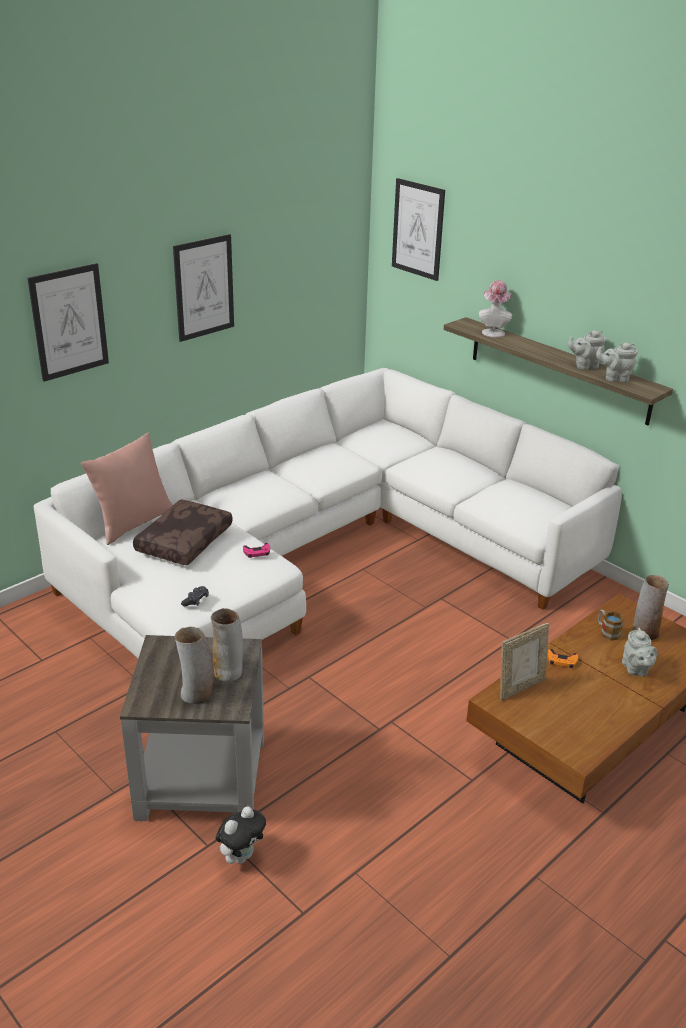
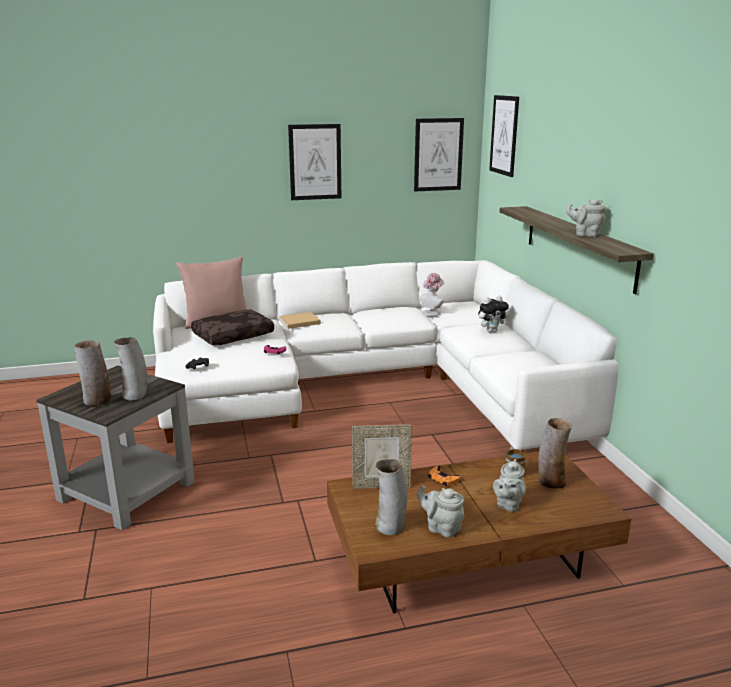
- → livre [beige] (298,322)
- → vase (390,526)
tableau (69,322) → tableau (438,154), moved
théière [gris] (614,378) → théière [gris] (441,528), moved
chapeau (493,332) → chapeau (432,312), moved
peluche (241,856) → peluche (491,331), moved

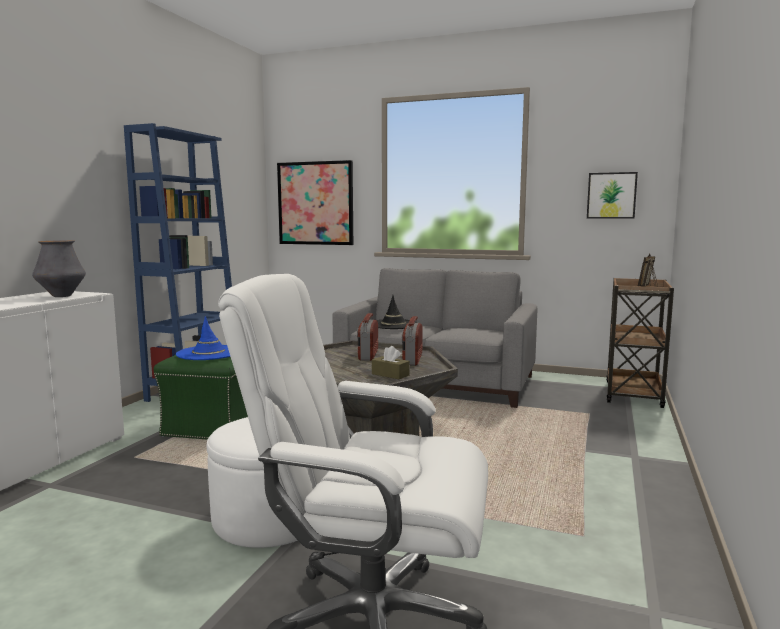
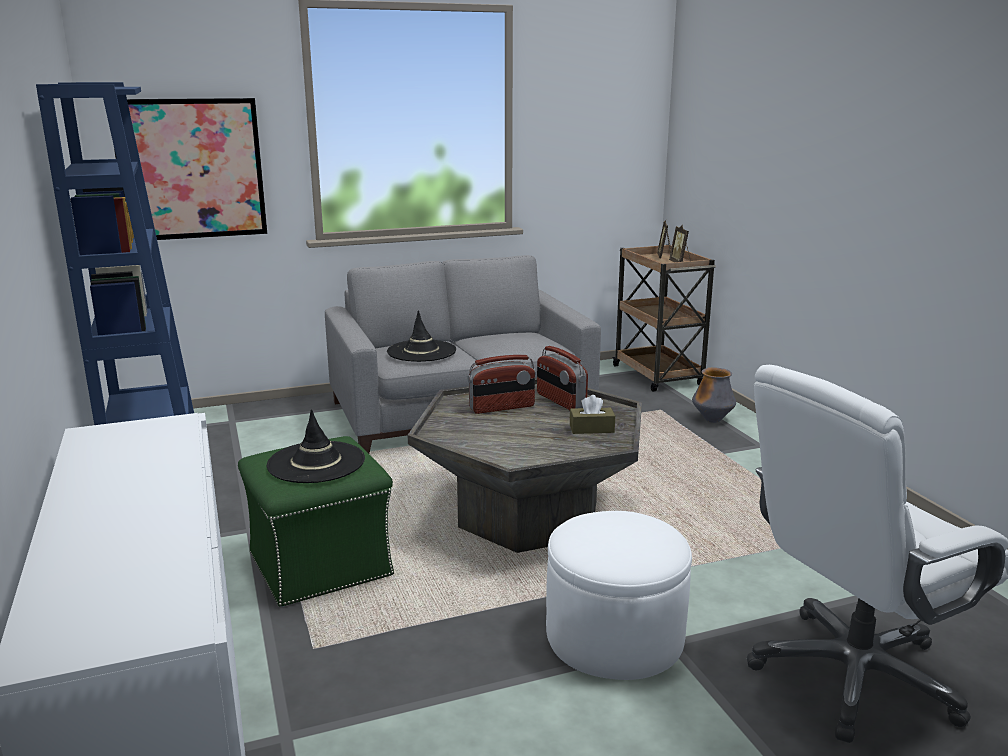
chapeau [bleu] (209,353) → chapeau [noir] (316,463)
radio (367,355) → radio (502,407), 75 degrees counterclockwise
vase (61,296) → vase (712,420), moved
tableau (611,195) → -

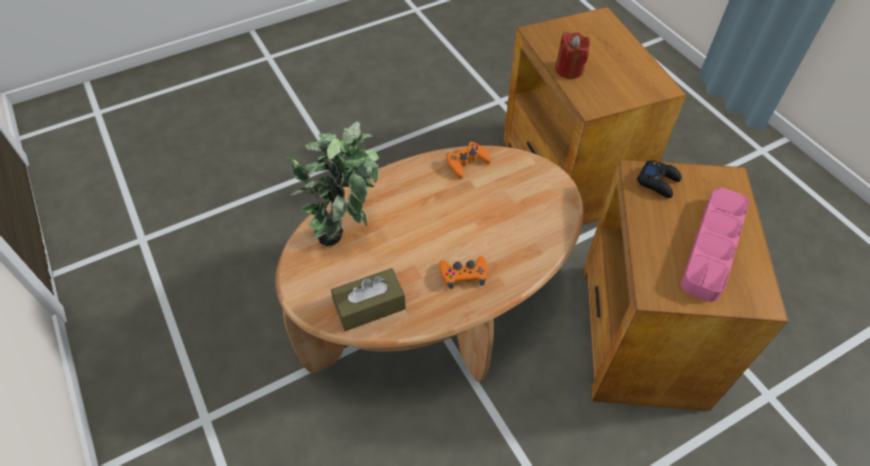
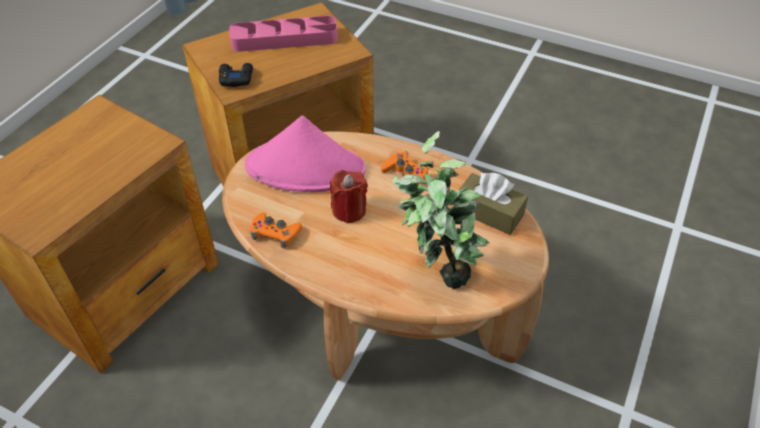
- → chapeau [rose] (306,168)
bougie [rouge] (569,69) → bougie [rouge] (349,210), moved

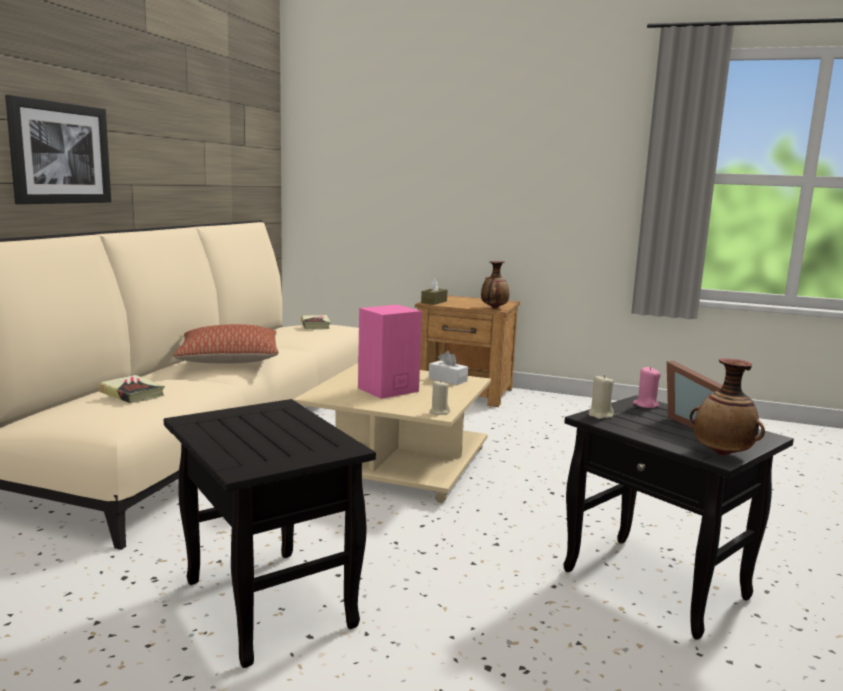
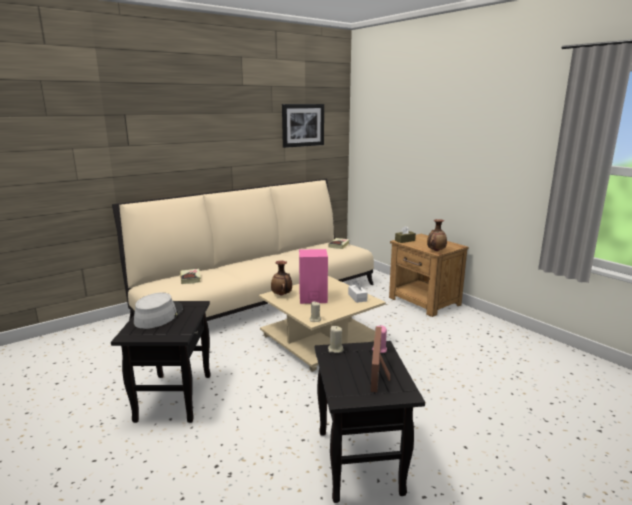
- → chapeau [gris] (158,315)
vase (722,454) → vase (282,295), moved
tableau (60,153) → tableau (303,125), moved
coussin (229,360) → -

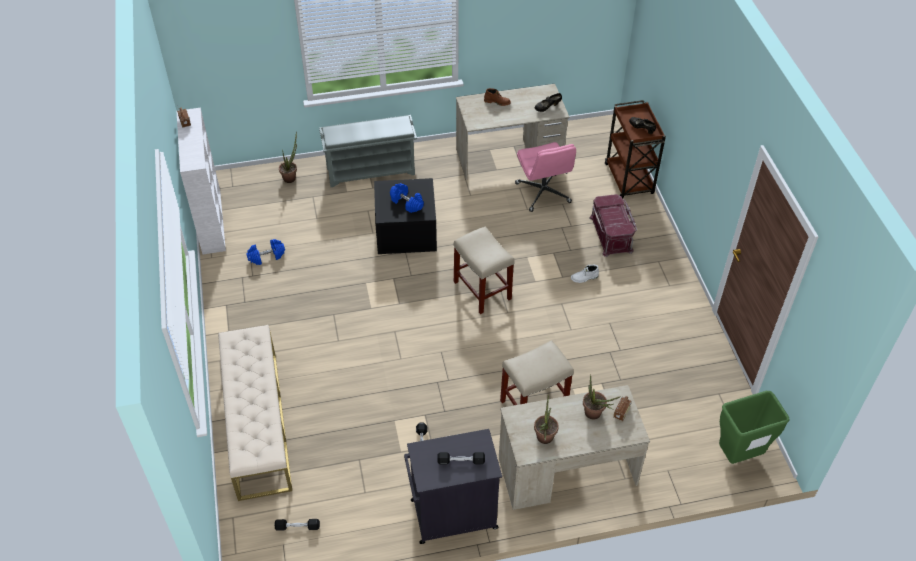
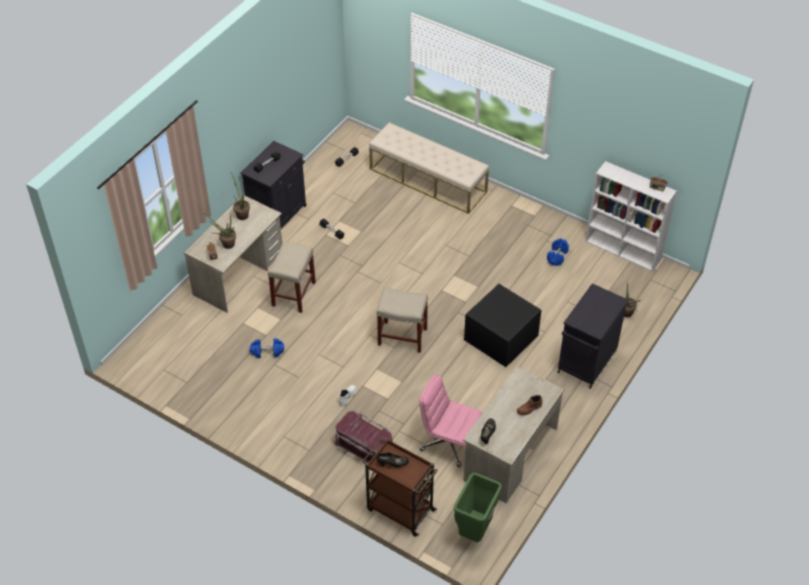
haltère [bleu] (407,203) → haltère [bleu] (267,352), moved
poubelle [vert] (738,455) → poubelle [vert] (475,531), moved
étagère à chaussures [gris] (371,170) → meuble de rangement [noir] (586,362)

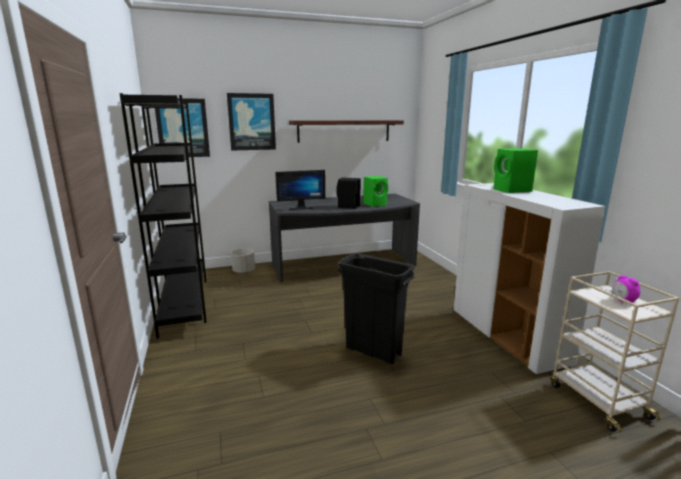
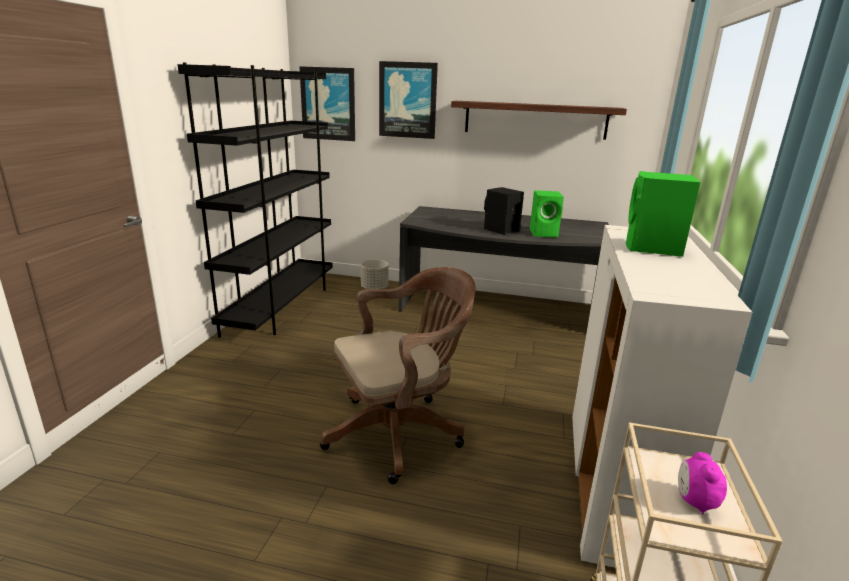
poubelle [noir] (373,351) → chaise de bureau [marron] (399,432)
écran d'ordinateur (300,208) → -

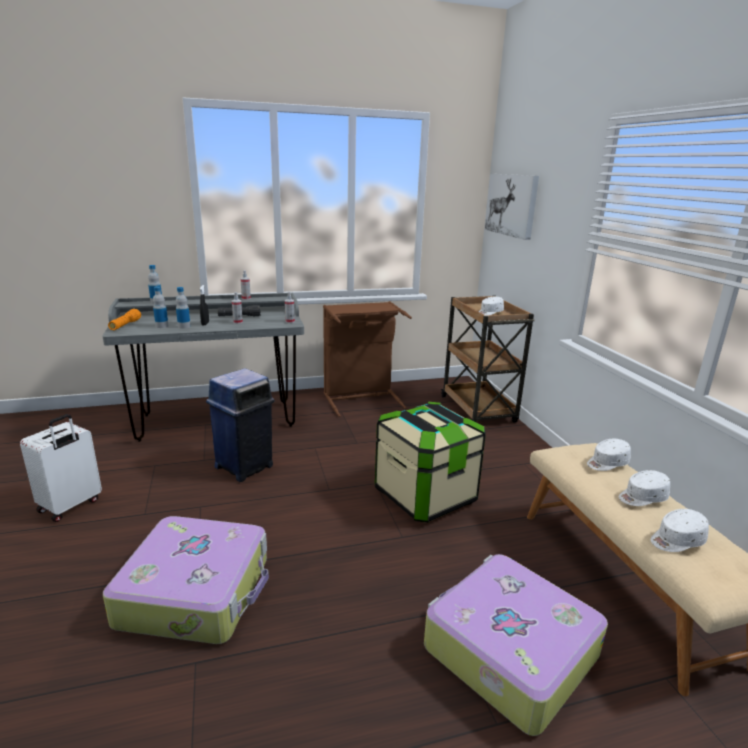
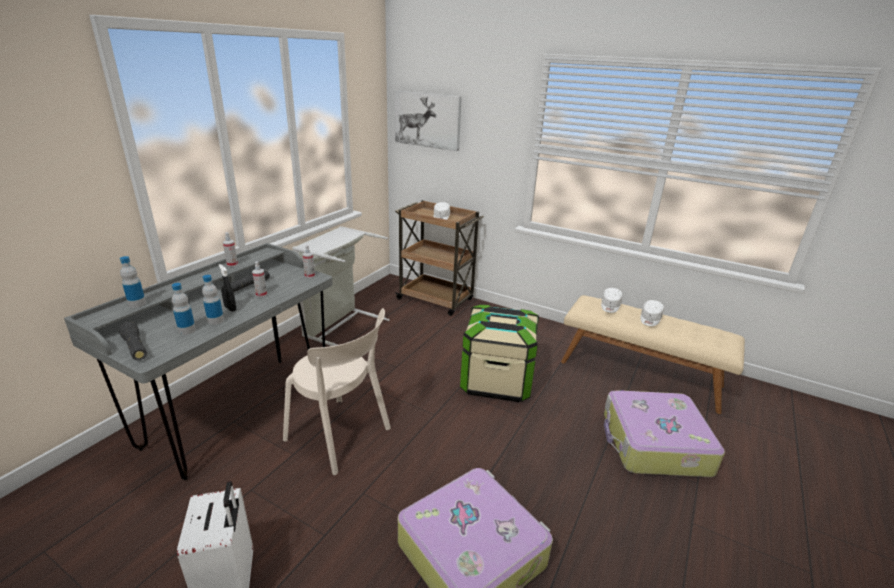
lampe de poche [orange] (125,325) → lampe de poche [noir] (135,348)
poubelle [bleu] (245,466) → chaise [beige] (341,436)
panier à linge [marron] (361,398) → panier à linge [gris] (340,326)
casquette [blanc] (676,540) → -

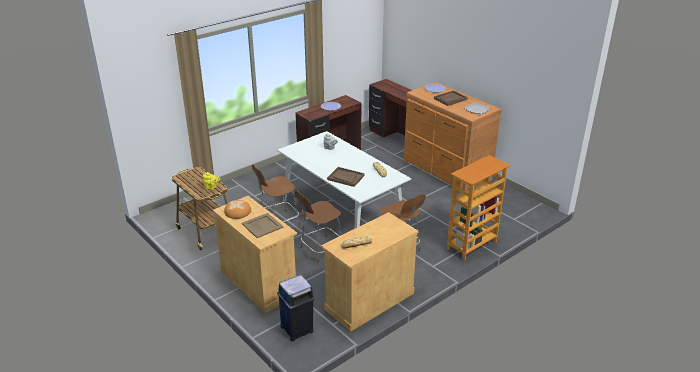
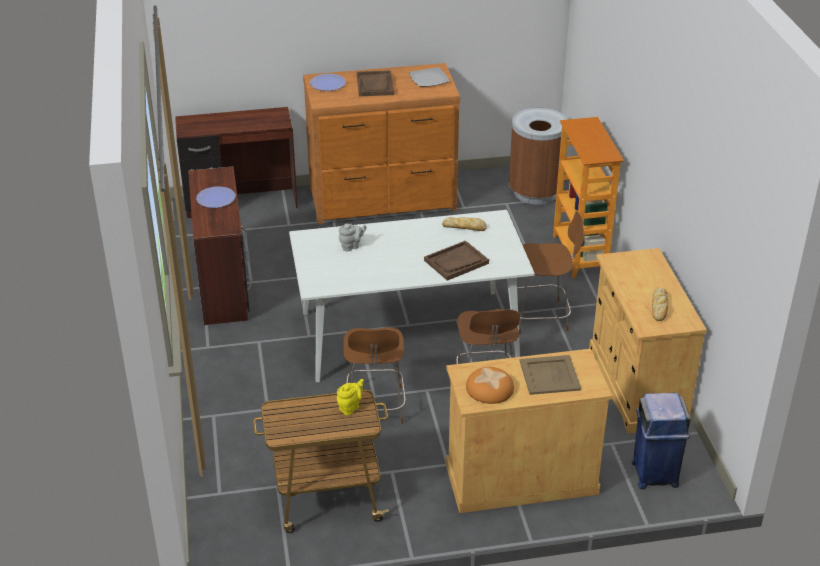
- → poubelle [marron] (535,192)

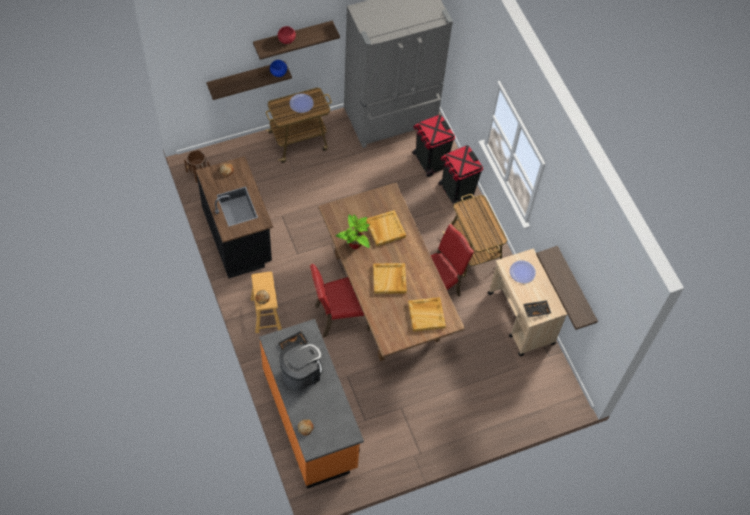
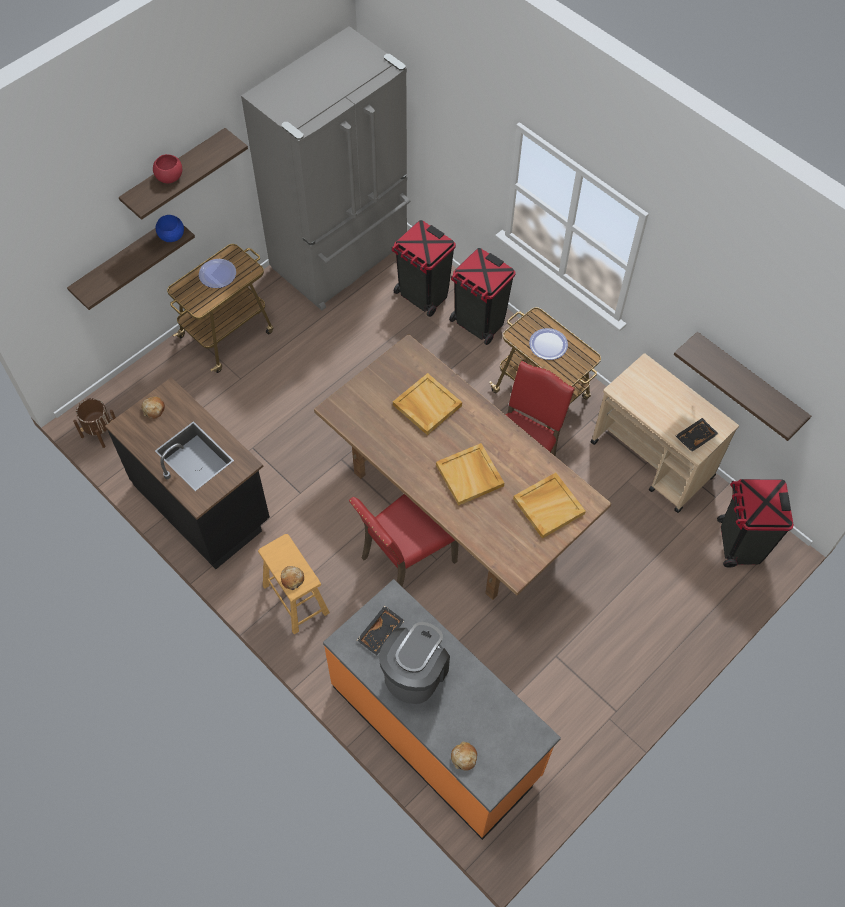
assiette (522,272) → assiette (548,345), moved
- → poubelle [noir] (739,544)
plante en pot (355,244) → -

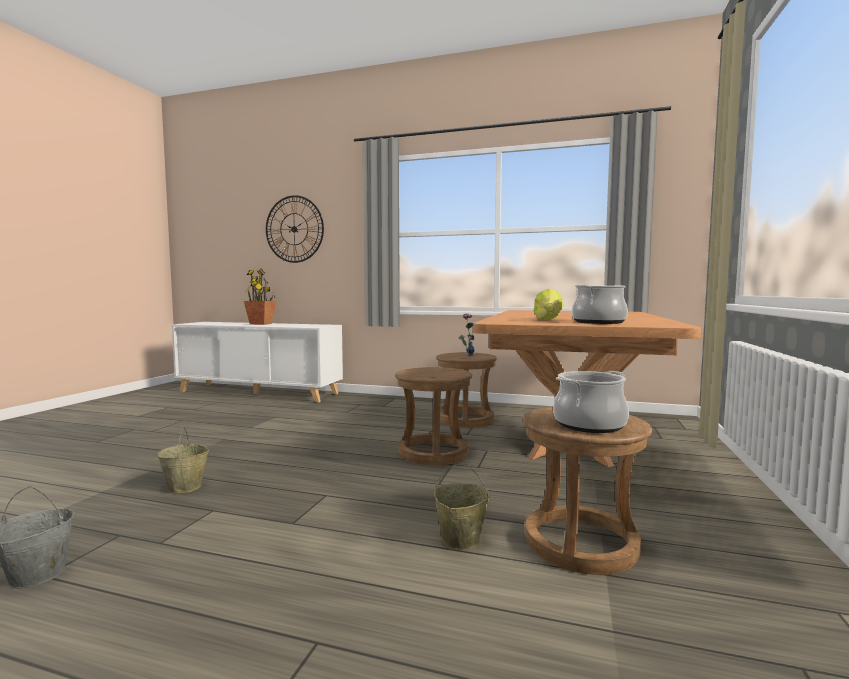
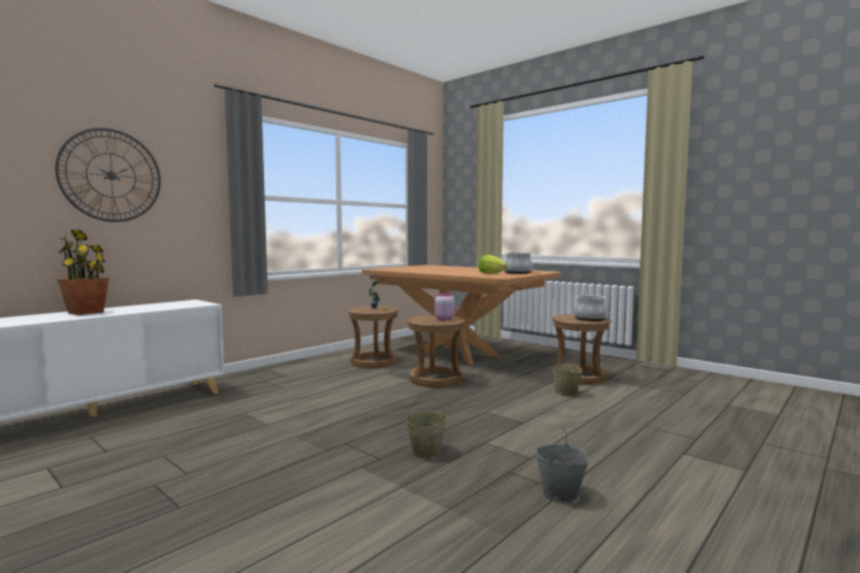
- → bocal [rose] (443,319)

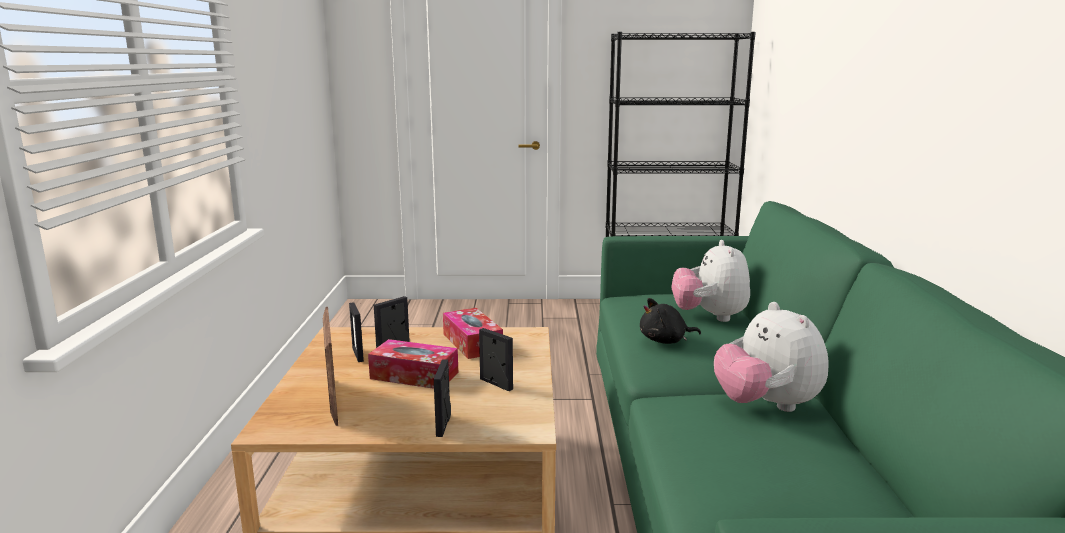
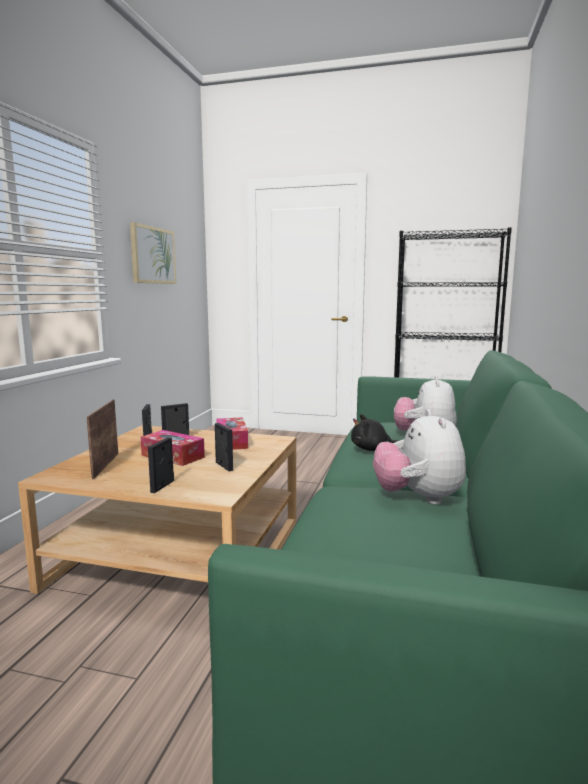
- → tableau (152,255)

